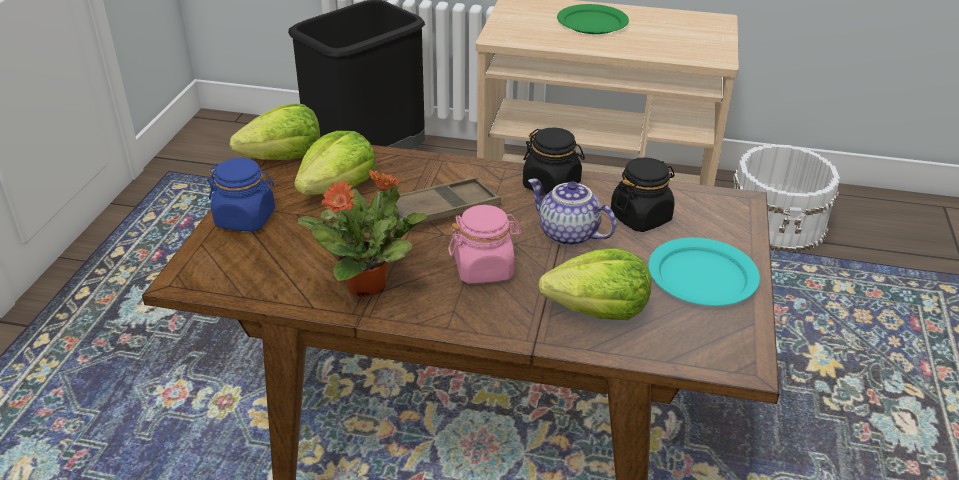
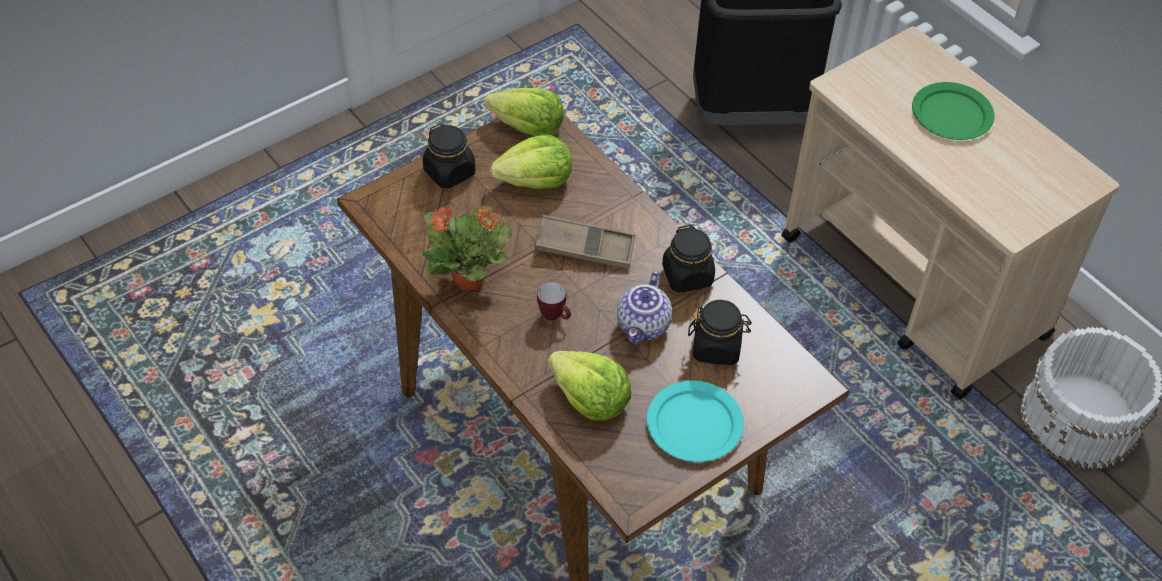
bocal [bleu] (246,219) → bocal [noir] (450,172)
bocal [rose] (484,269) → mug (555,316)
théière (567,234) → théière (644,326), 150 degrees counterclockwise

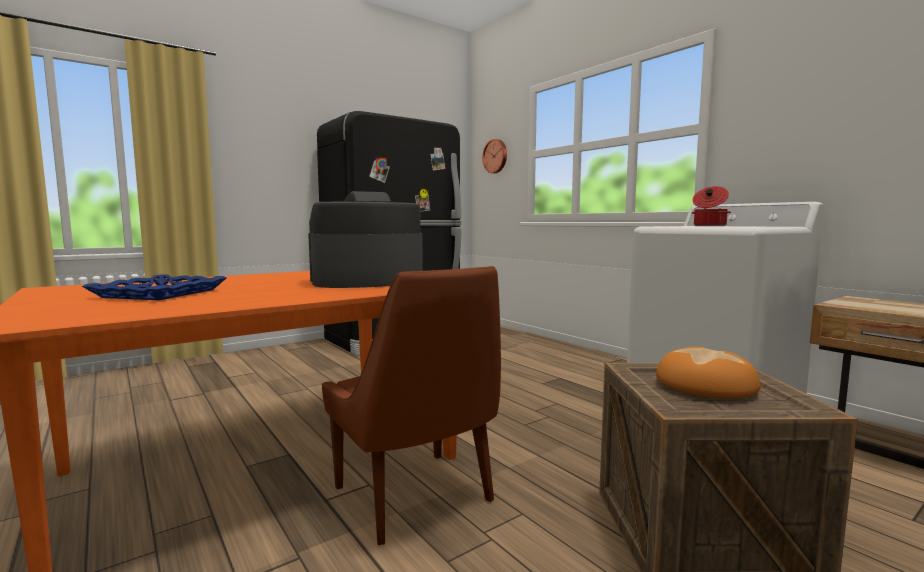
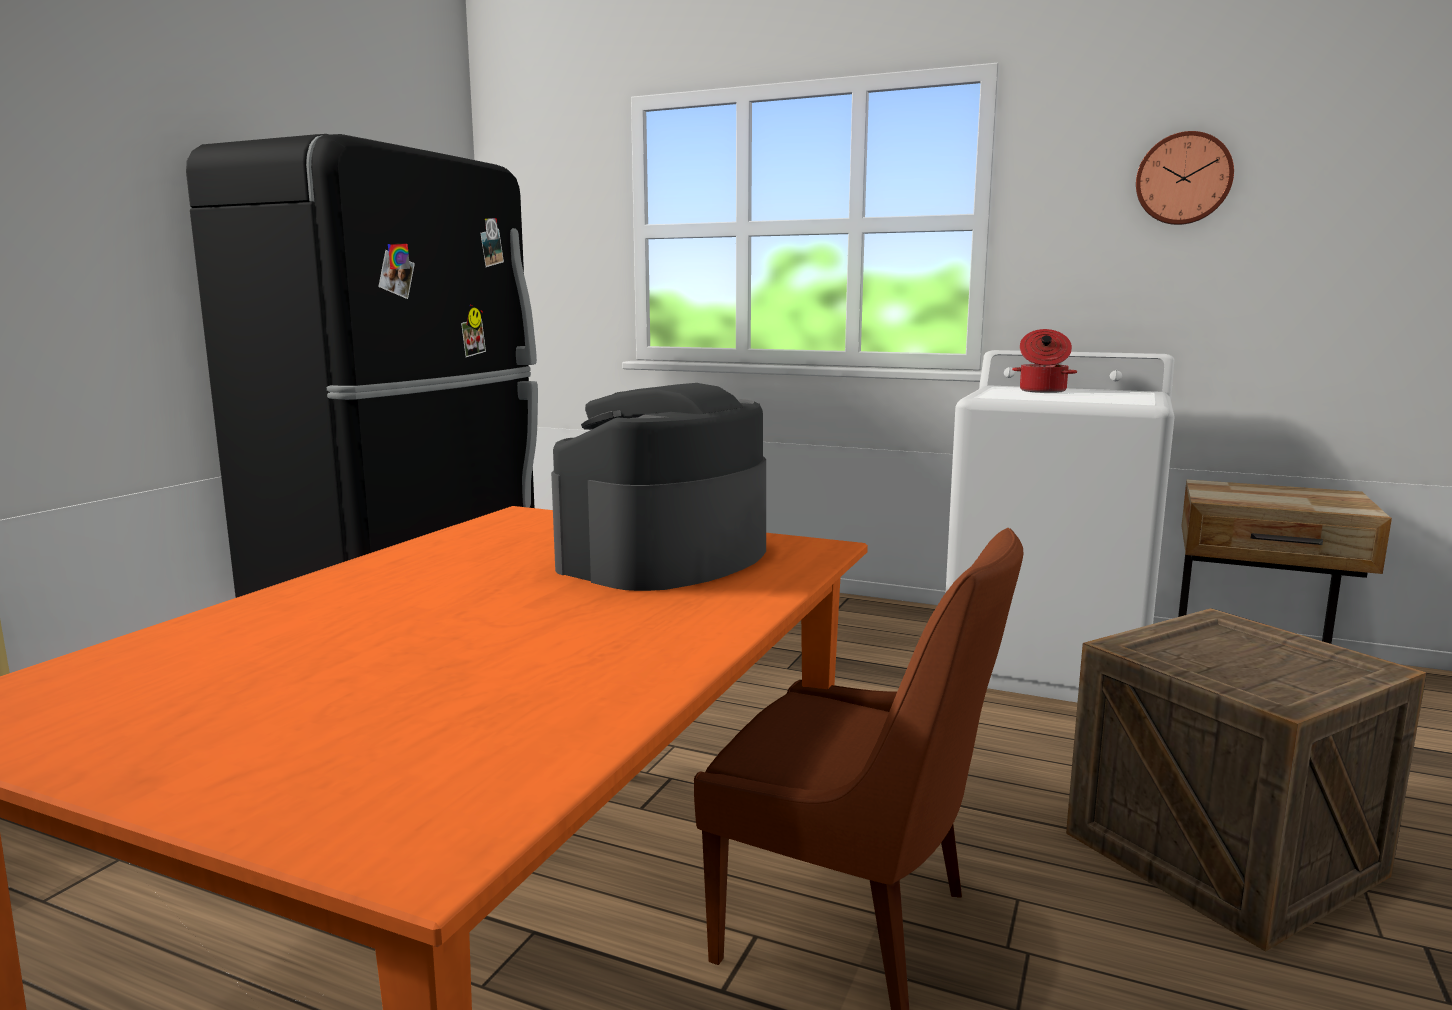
horloge murale (495,156) → horloge murale (1183,179), moved
plateau [bleu] (161,293) → -
pain (705,384) → -

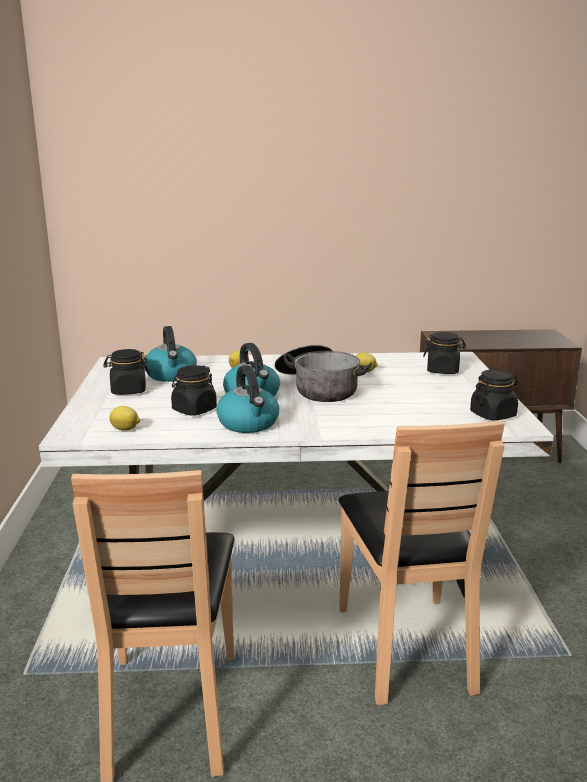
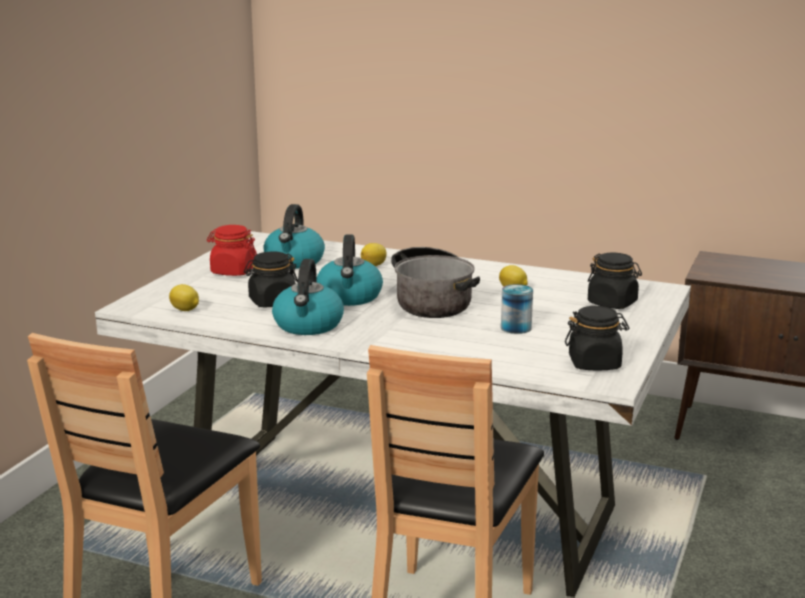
bocal [noir] (128,390) → bocal [rouge] (233,271)
- → boîte métallique (516,328)

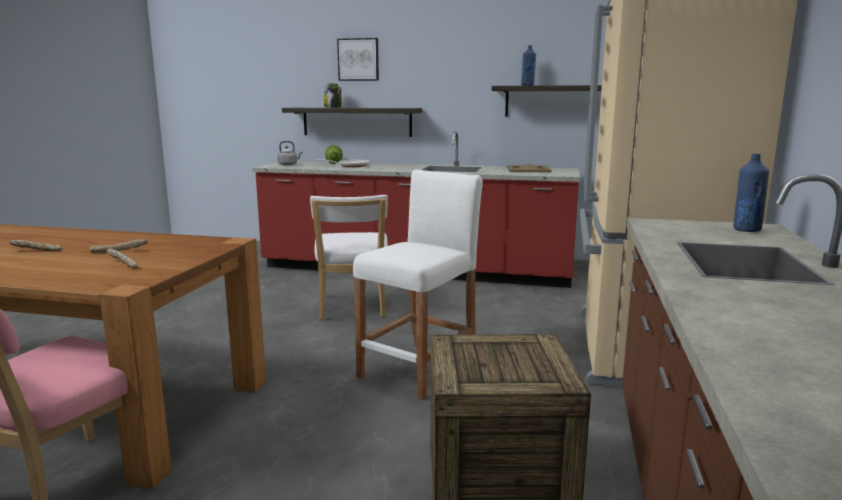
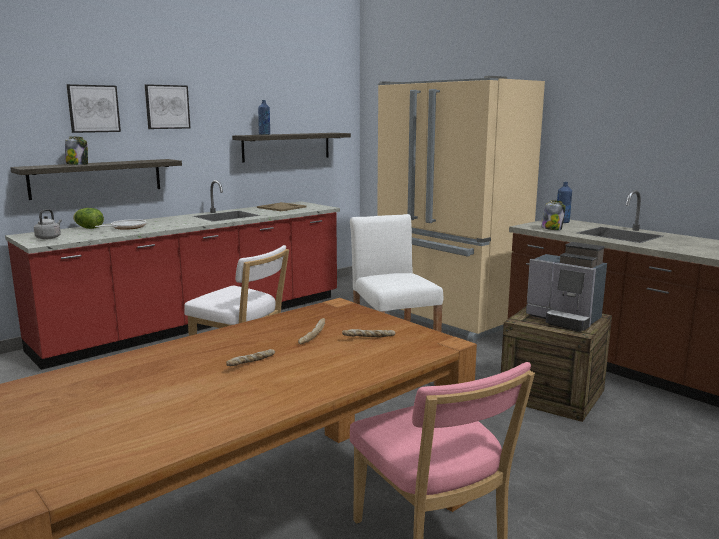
- → tableau (167,107)
- → machine à café (564,319)
- → bocal (552,229)

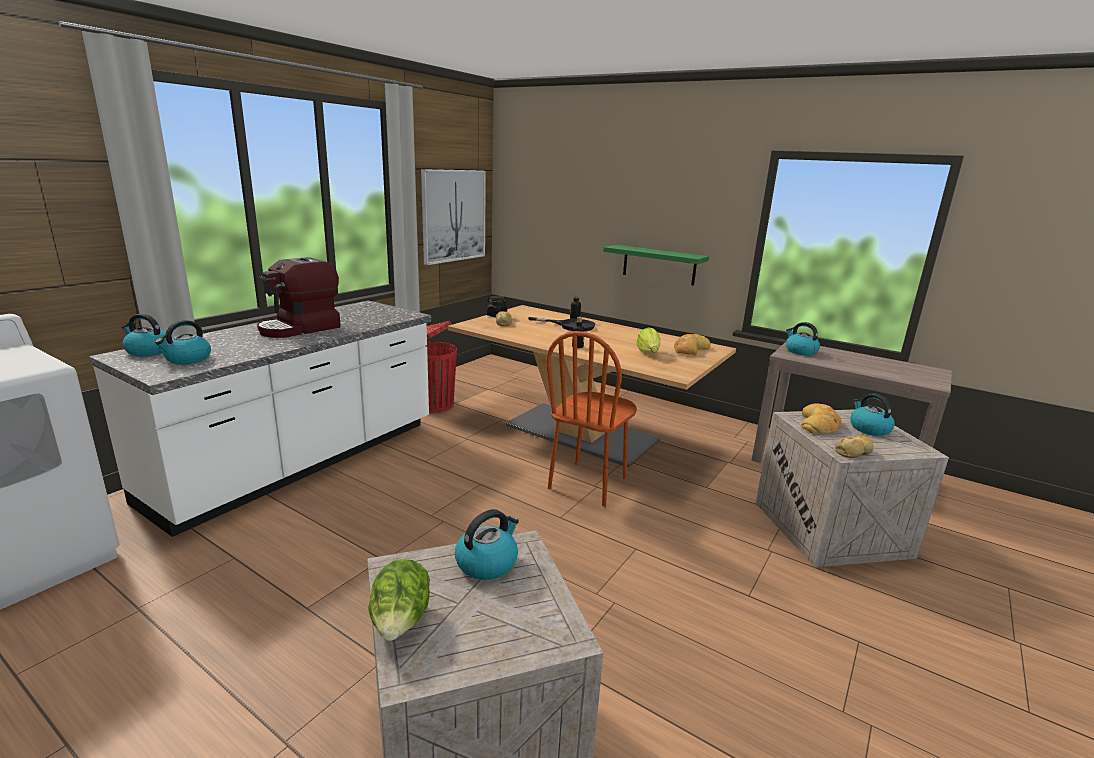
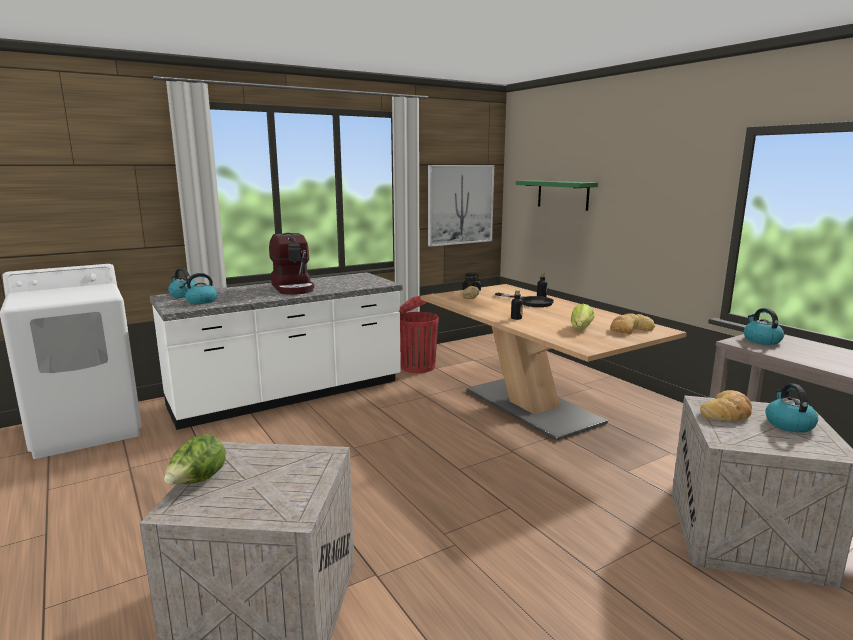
machine à café (300,328) → machine à café (293,288), 90 degrees counterclockwise
étagère [vert] (659,265) → étagère [vert] (562,195), moved
bouilloire (487,563) → -
chaise [marron] (588,483) → -
pain (853,452) → -

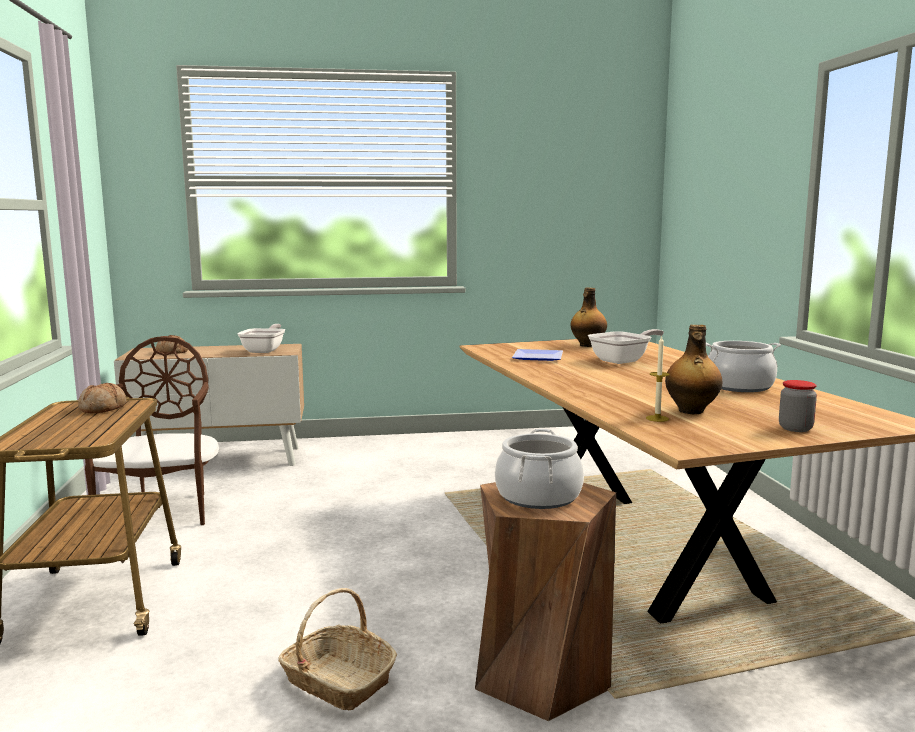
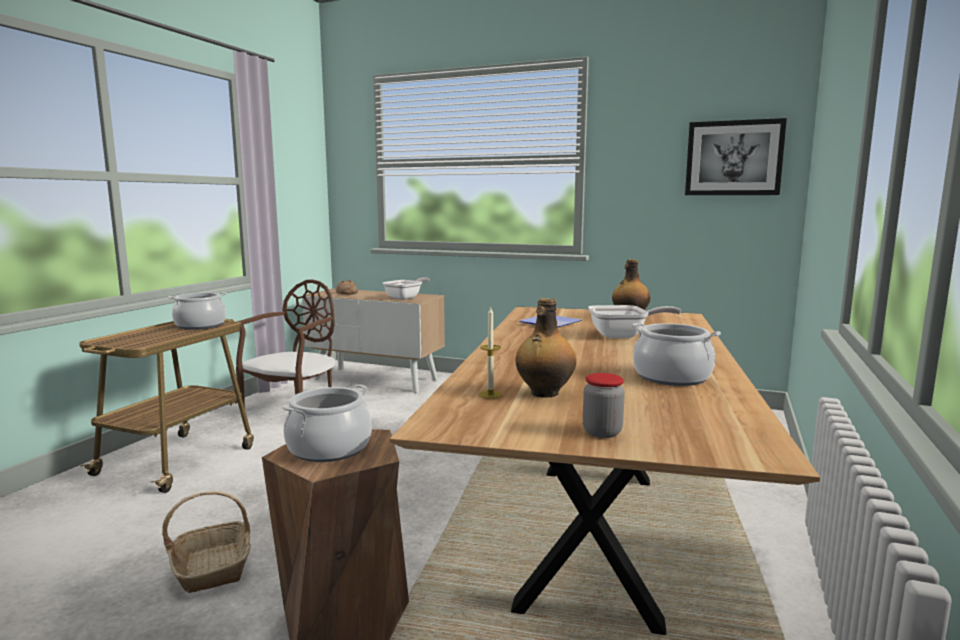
pain (103,408) → marmite (200,325)
- → tableau (733,158)

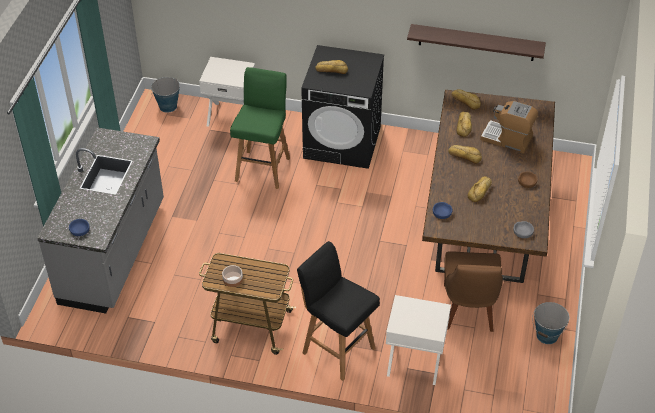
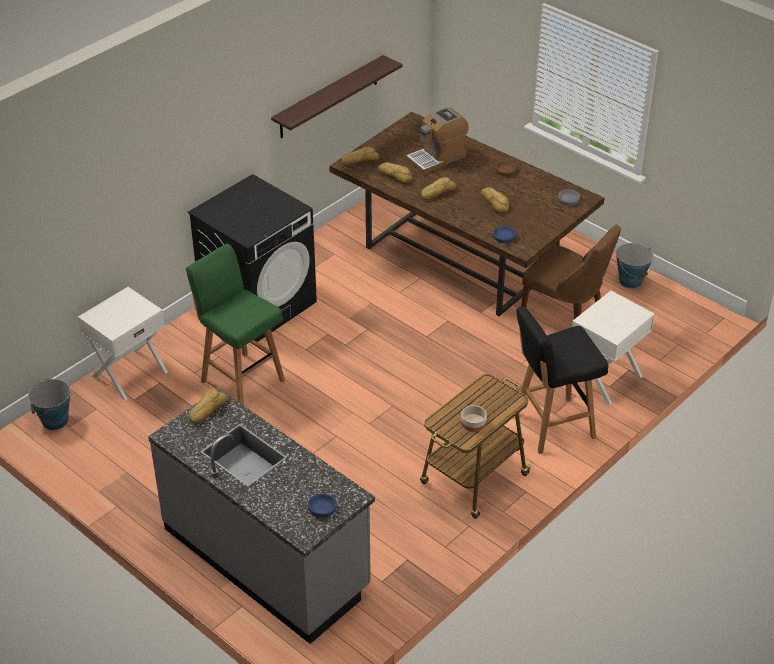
pain (332,69) → pain (207,410), moved

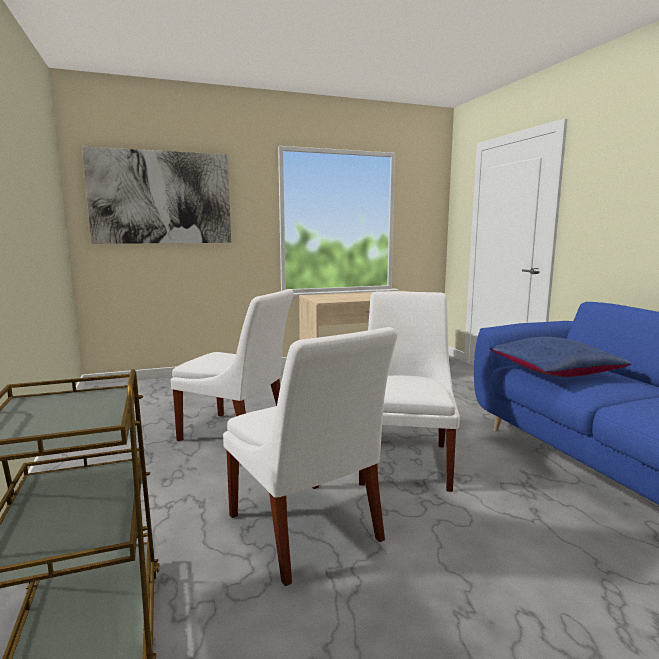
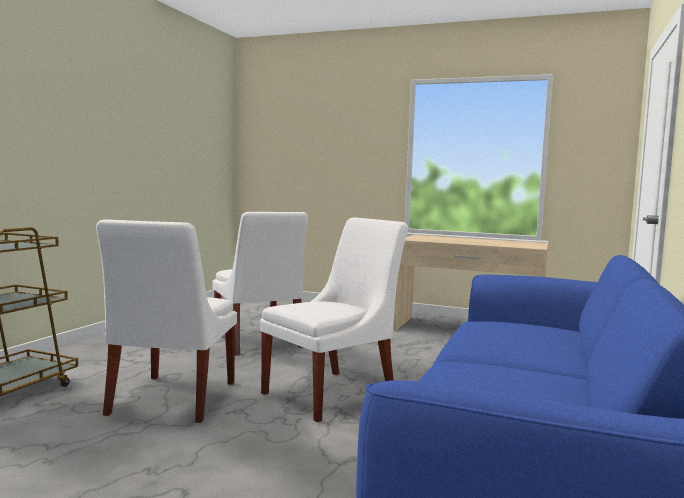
tableau (161,198) → -
coussin [bleu] (554,372) → -

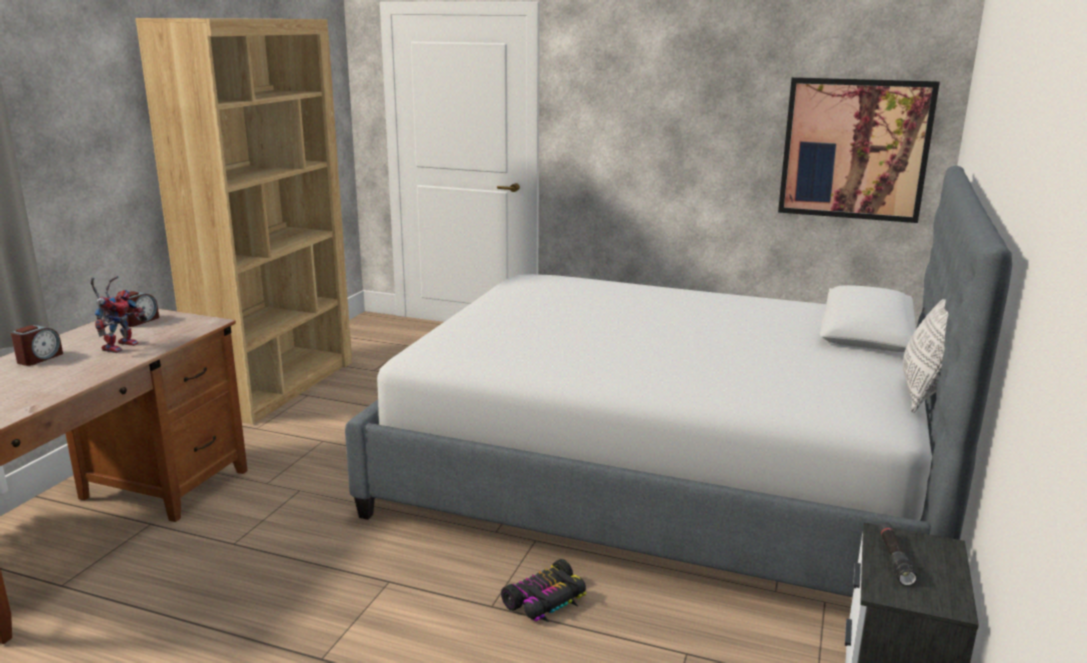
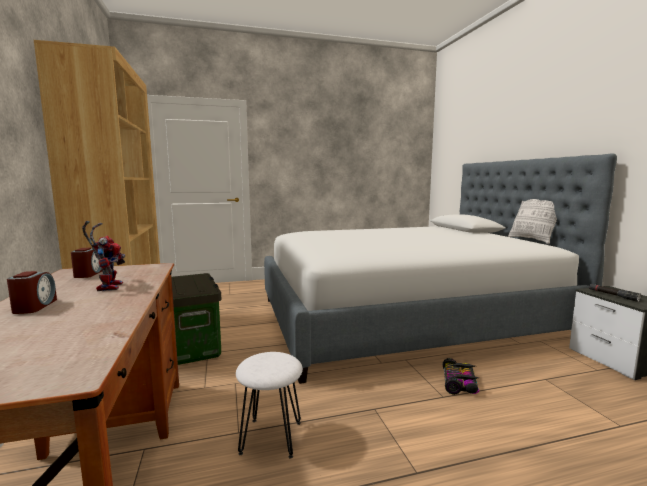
- → boîte de rangement (193,347)
- → tabouret [blanc] (272,437)
tableau (854,149) → -

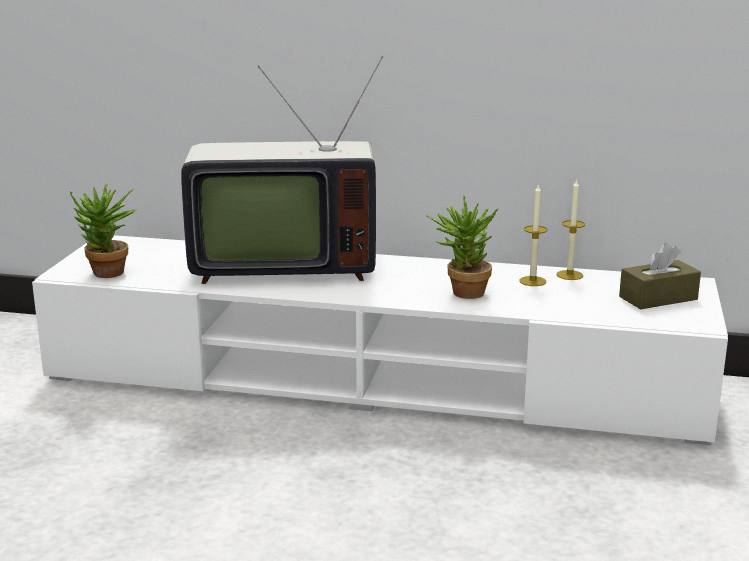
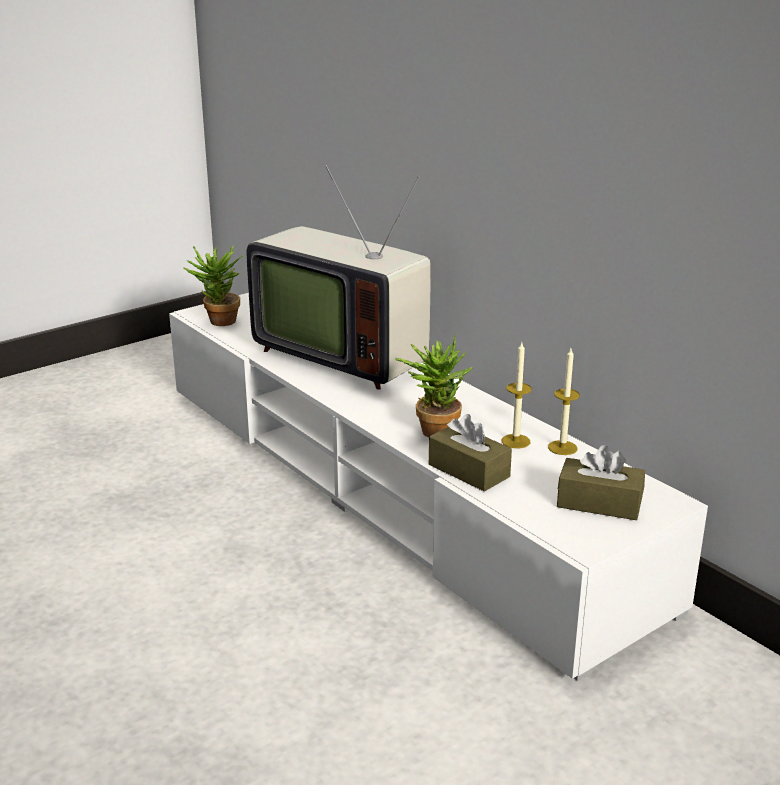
- → boîte à mouchoirs [marron] (468,471)

